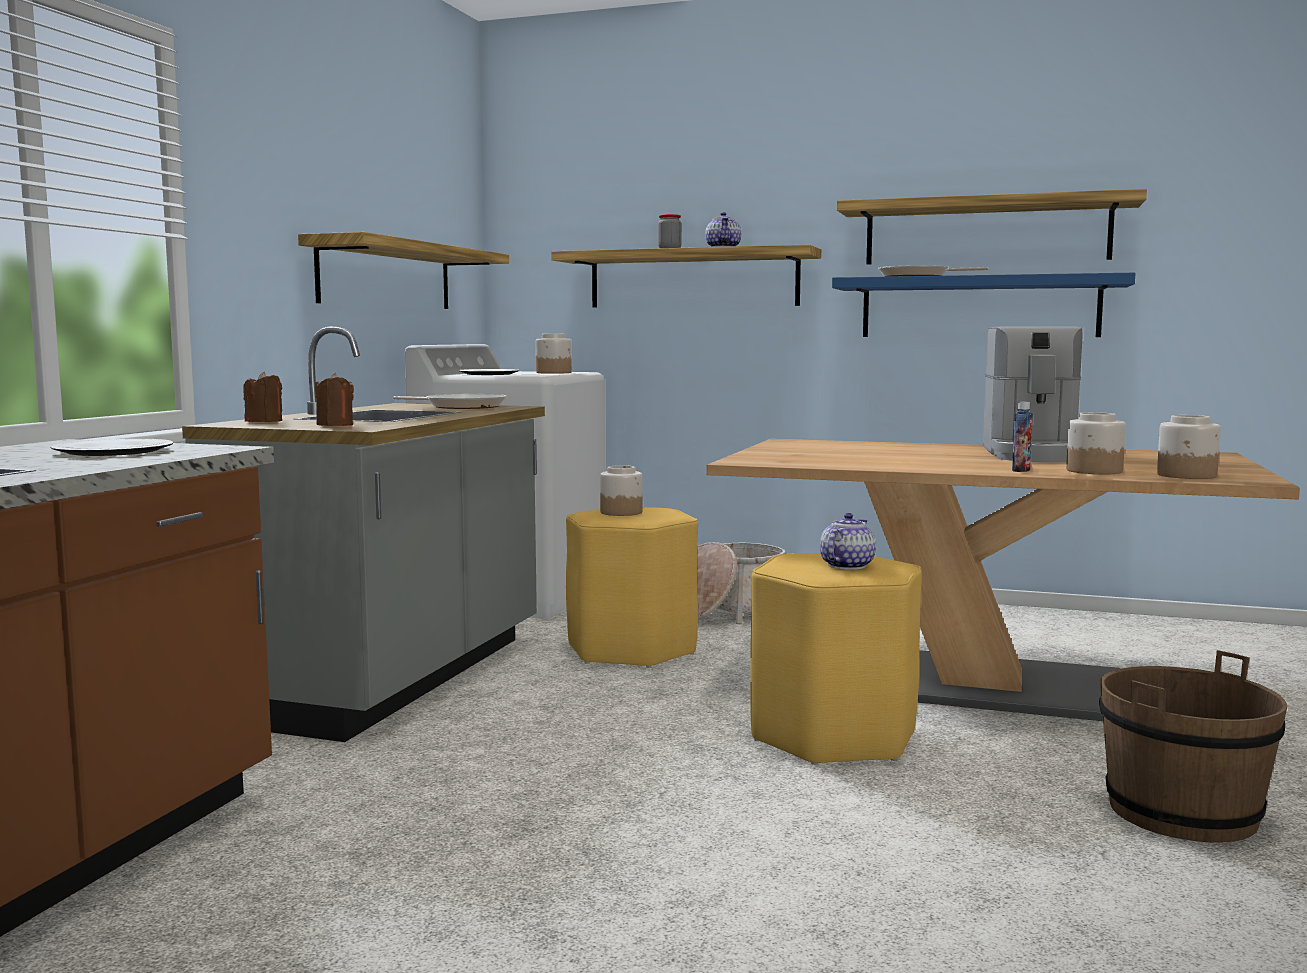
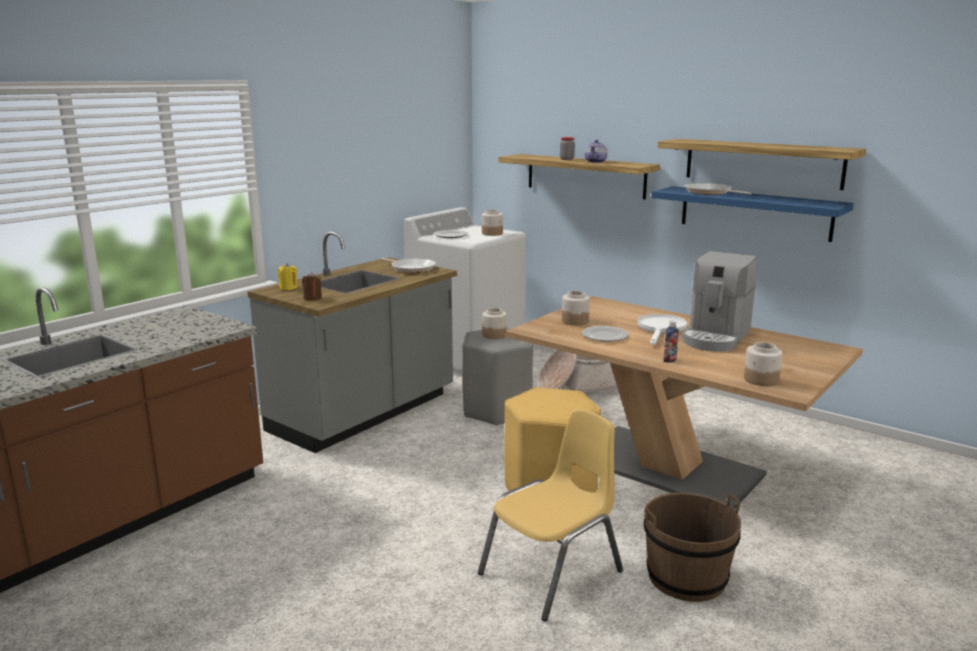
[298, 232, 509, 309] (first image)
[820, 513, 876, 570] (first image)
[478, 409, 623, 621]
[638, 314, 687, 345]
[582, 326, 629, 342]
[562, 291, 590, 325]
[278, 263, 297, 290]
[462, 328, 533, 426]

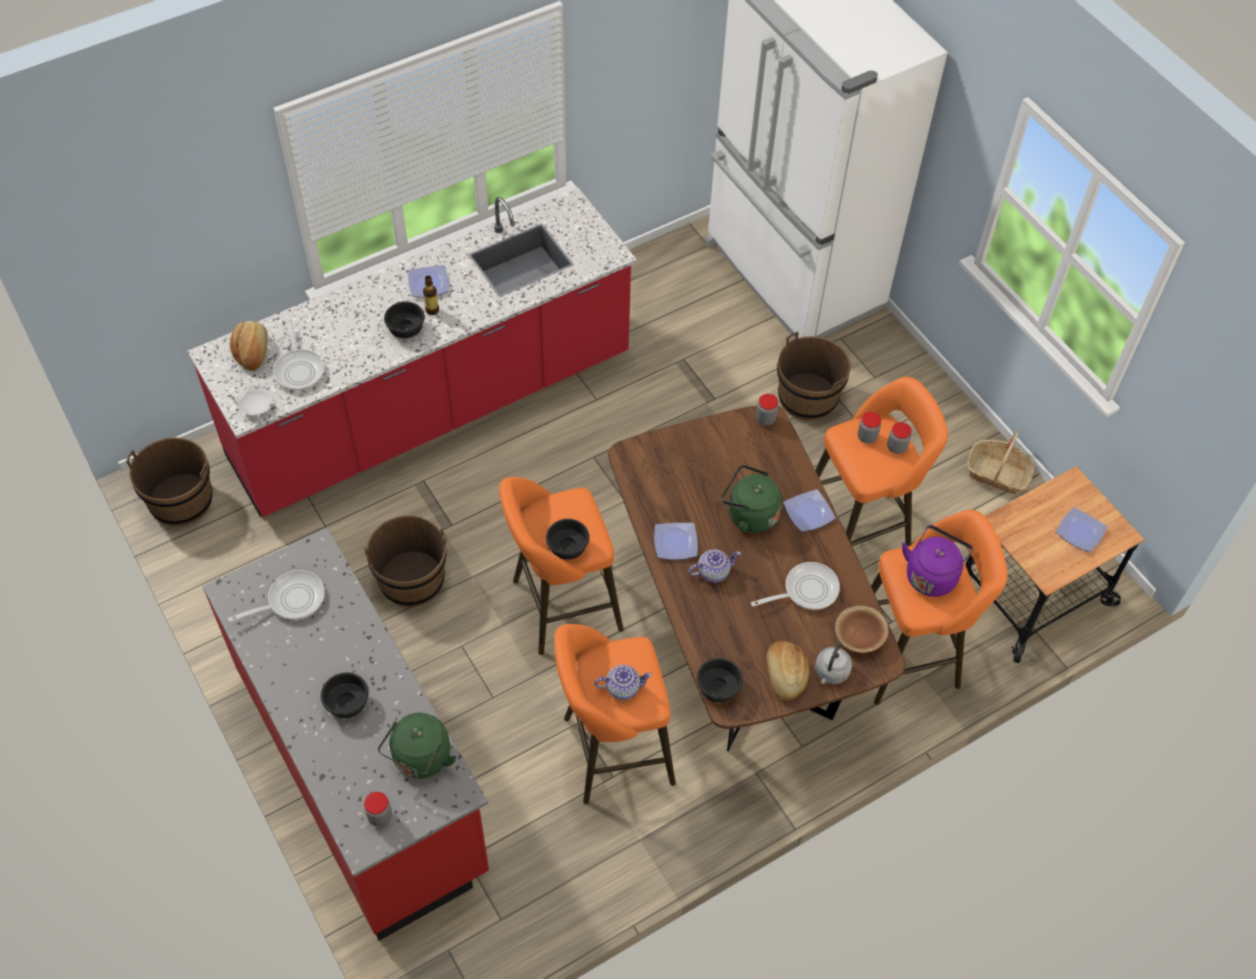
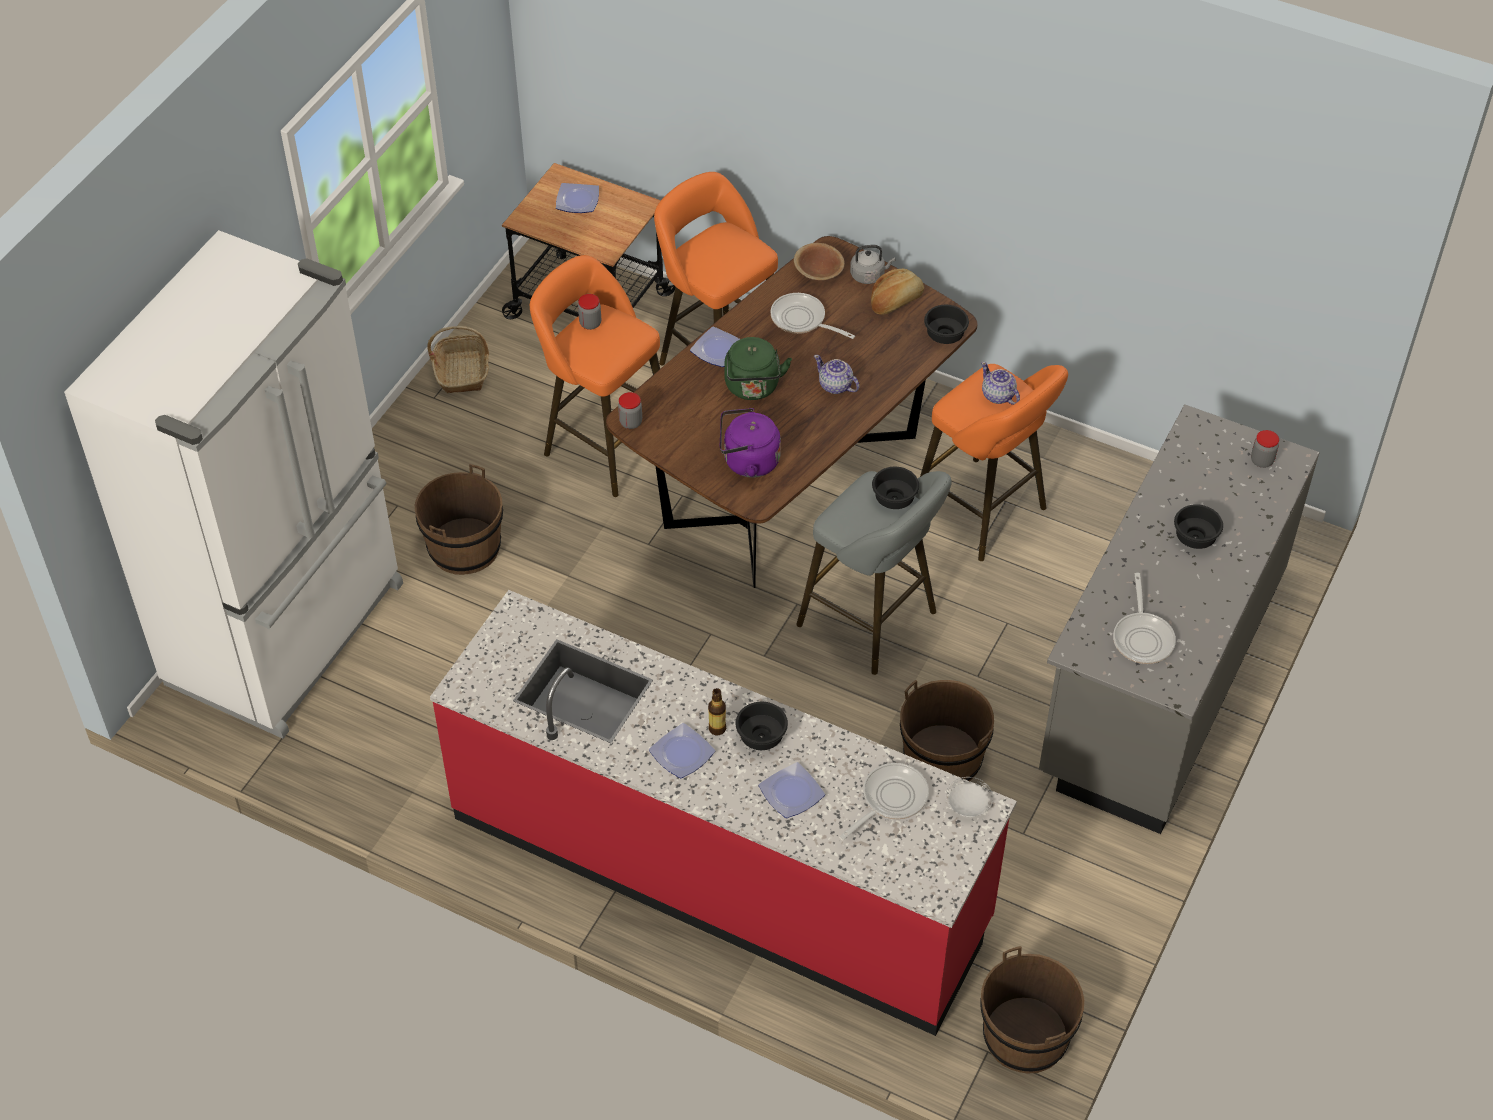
[230, 321, 268, 371] (first image)
[378, 713, 456, 778] (first image)
[858, 412, 881, 444] (first image)
[759, 762, 825, 818]
[720, 408, 781, 478]
[1039, 404, 1319, 834]
[796, 471, 952, 675]
[1113, 573, 1176, 664]

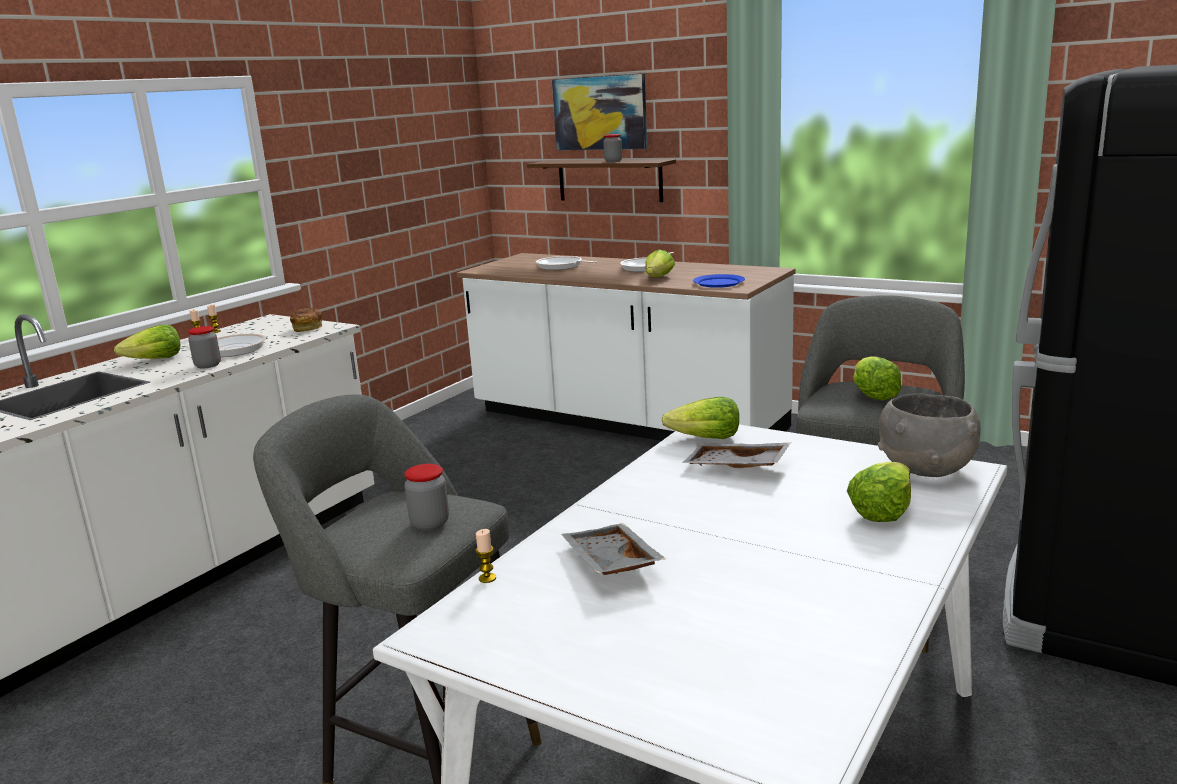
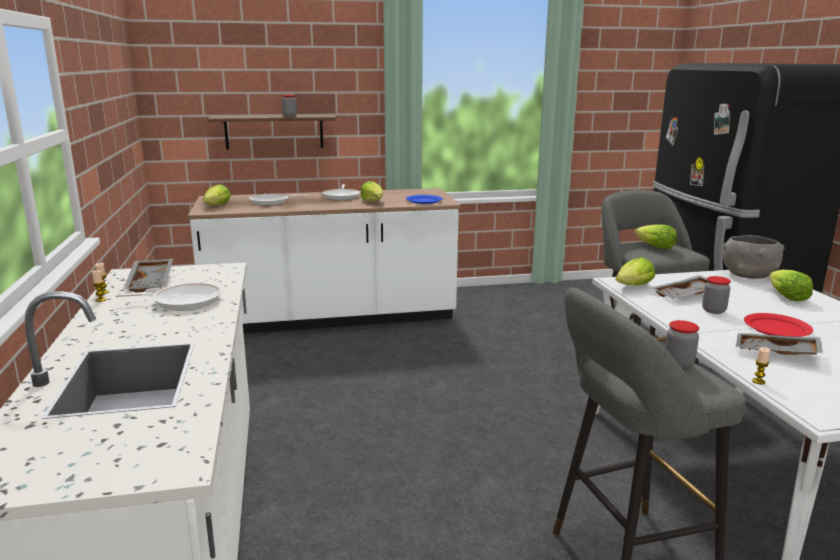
[290, 308, 322, 332] (first image)
[552, 74, 647, 150] (first image)
[123, 259, 173, 293]
[744, 313, 813, 337]
[203, 184, 231, 205]
[702, 276, 731, 314]

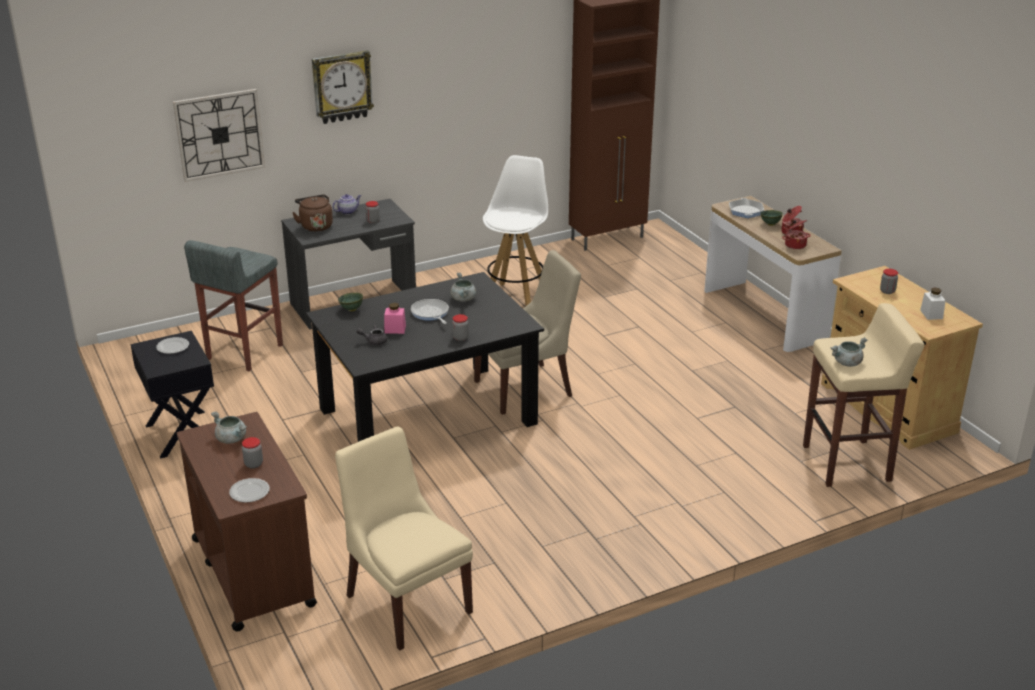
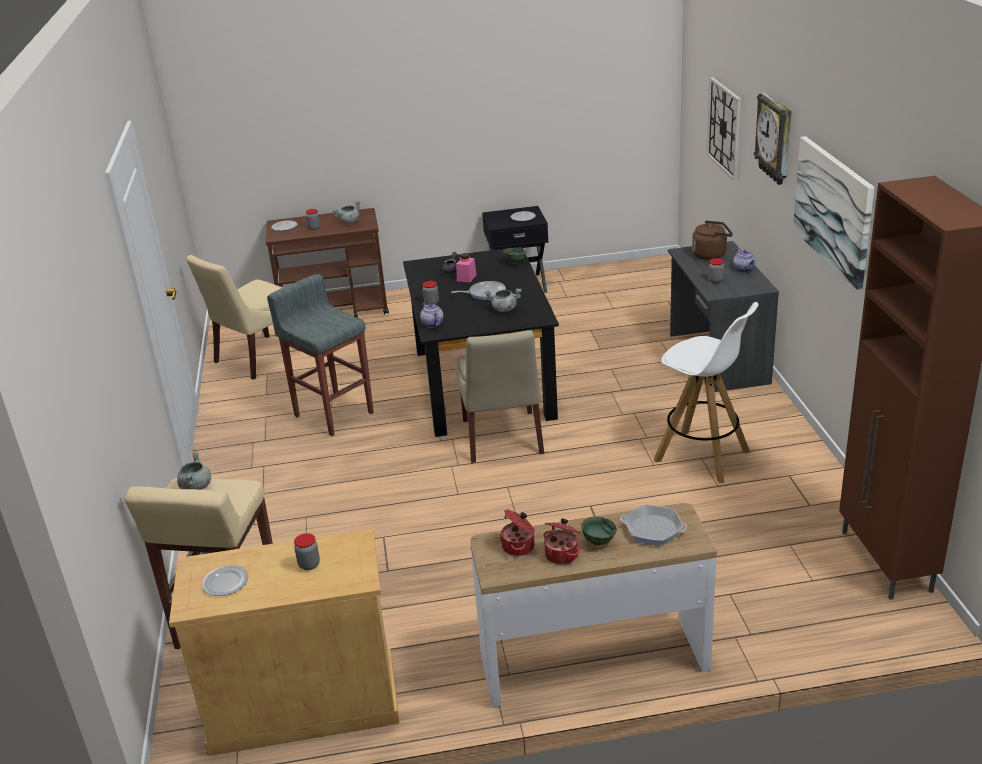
[420, 302, 444, 328]
[793, 136, 874, 290]
[267, 274, 374, 436]
[202, 565, 248, 596]
[186, 255, 283, 380]

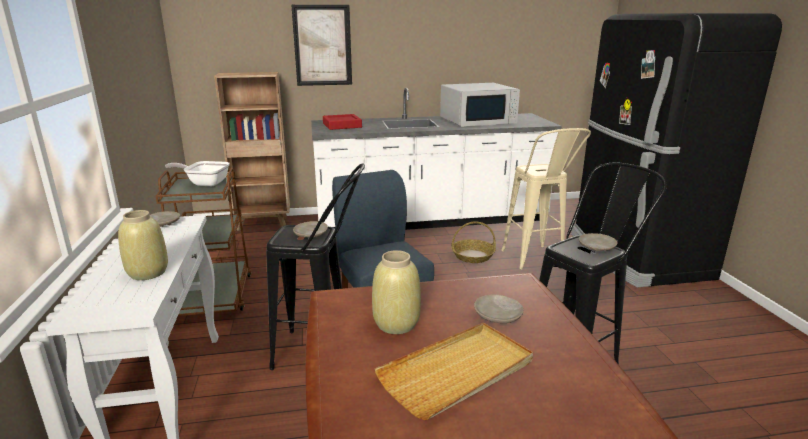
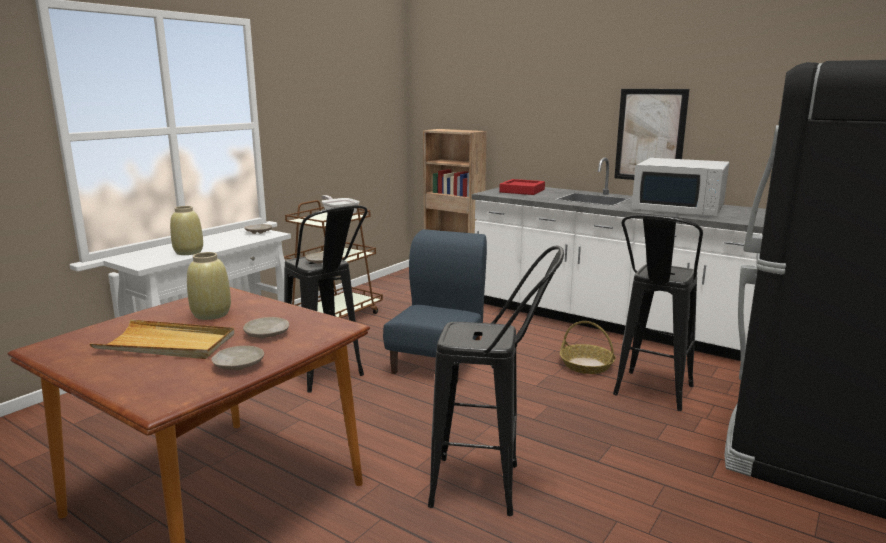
[614, 89, 690, 180]
[211, 346, 264, 370]
[613, 215, 703, 411]

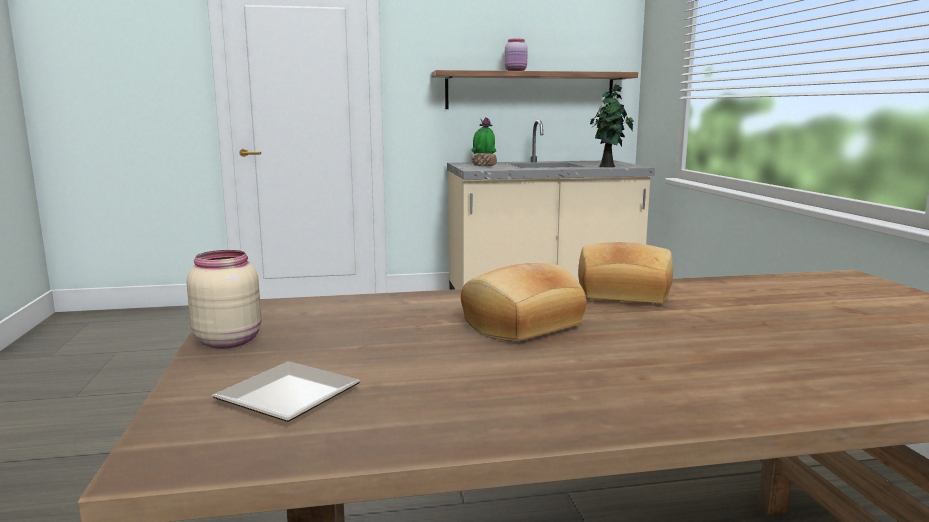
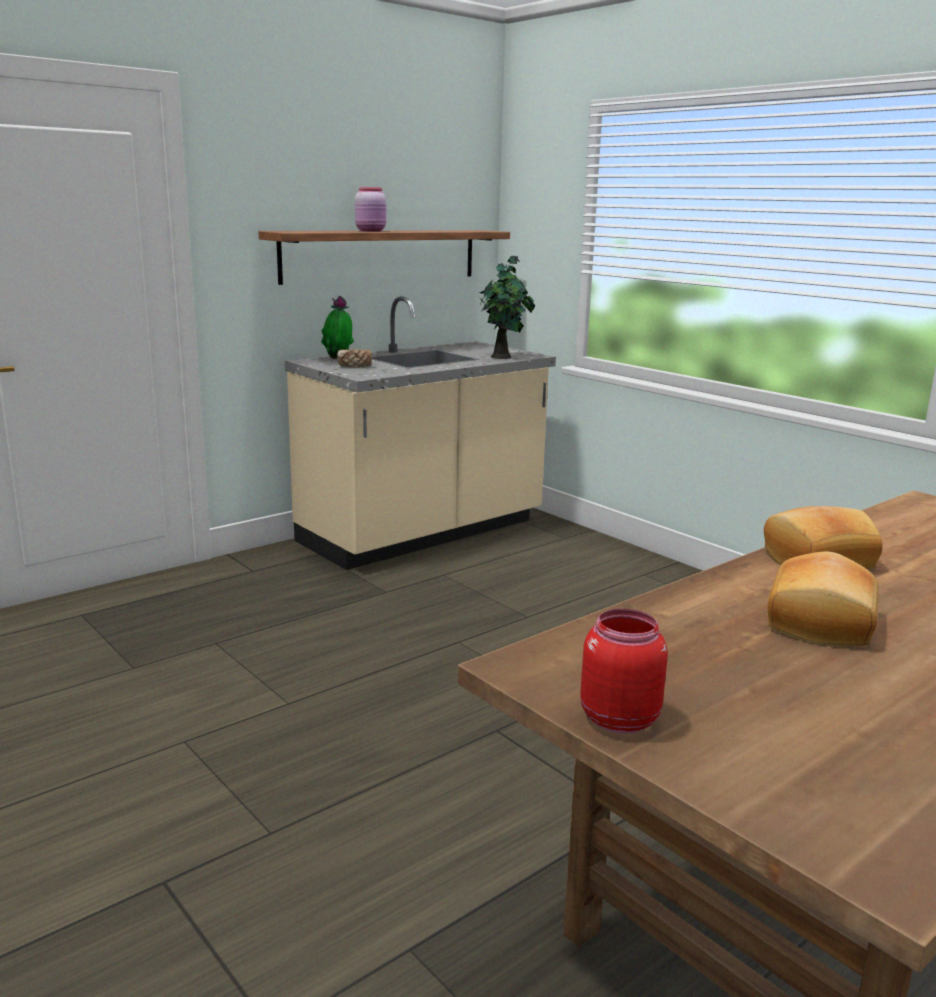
[212, 361, 361, 422] (first image)
[580, 609, 668, 733]

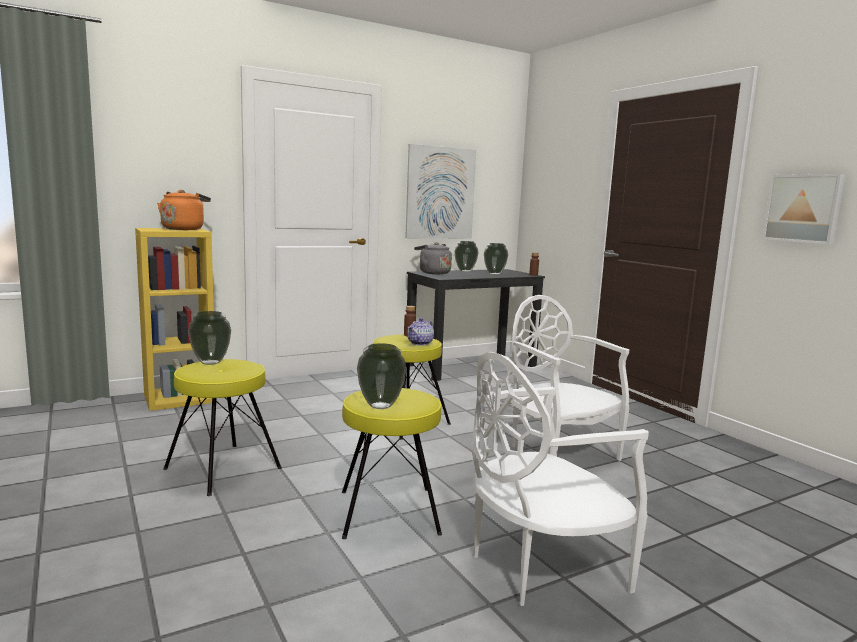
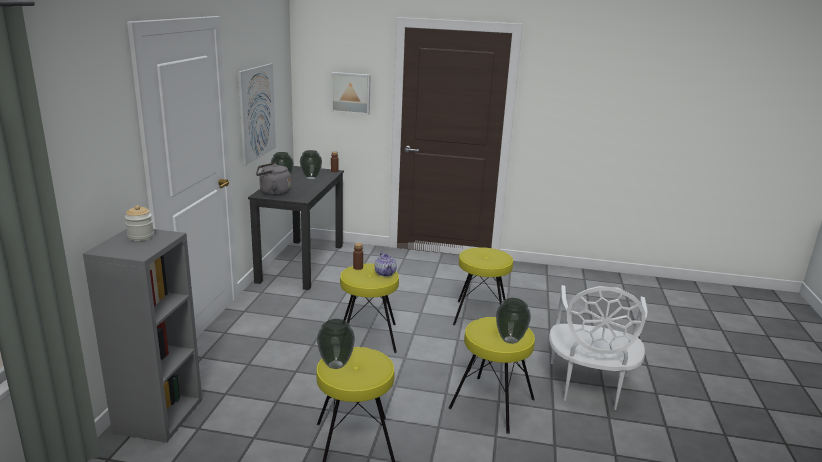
[331, 72, 371, 115]
[125, 205, 154, 241]
[453, 247, 513, 325]
[83, 229, 202, 443]

